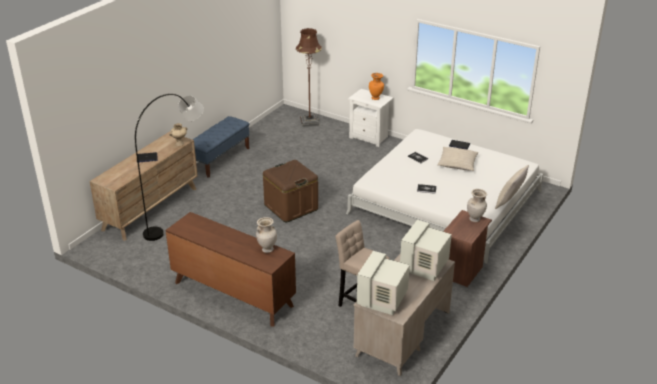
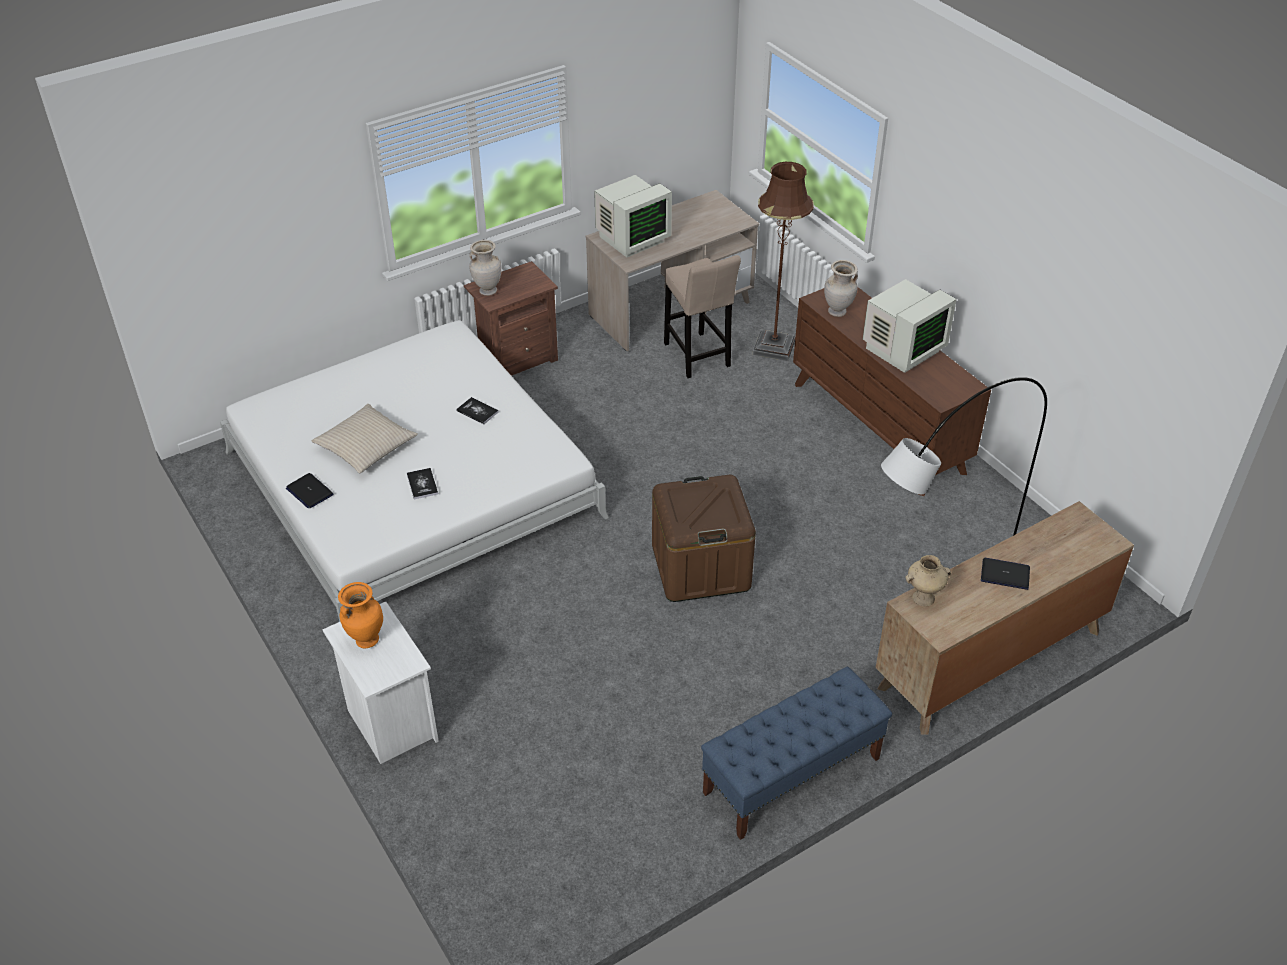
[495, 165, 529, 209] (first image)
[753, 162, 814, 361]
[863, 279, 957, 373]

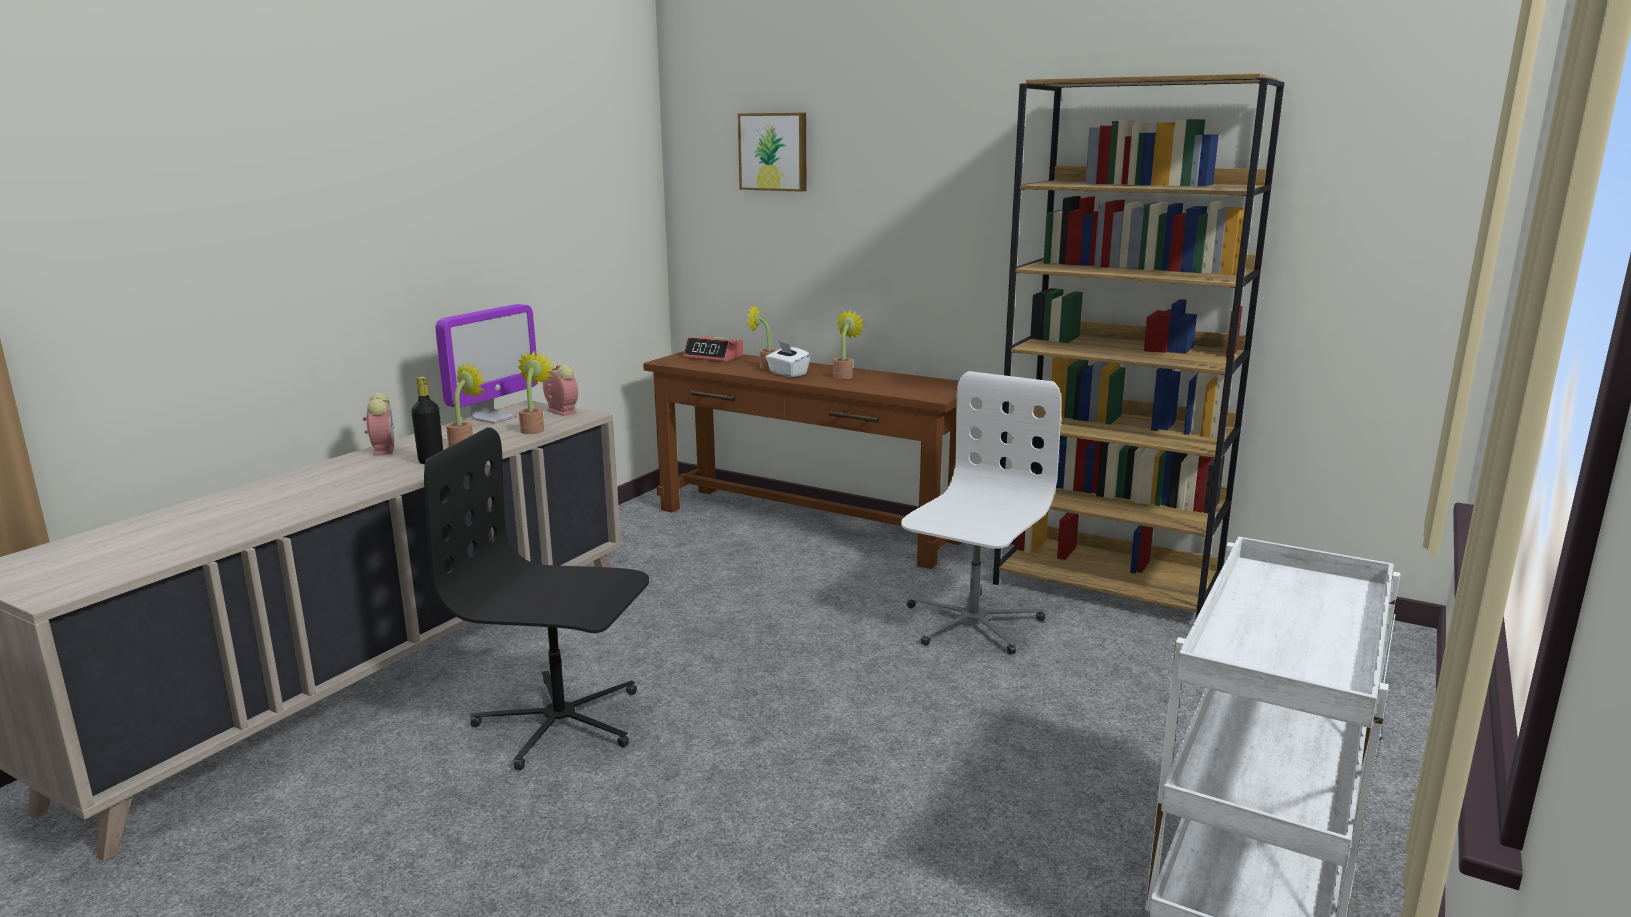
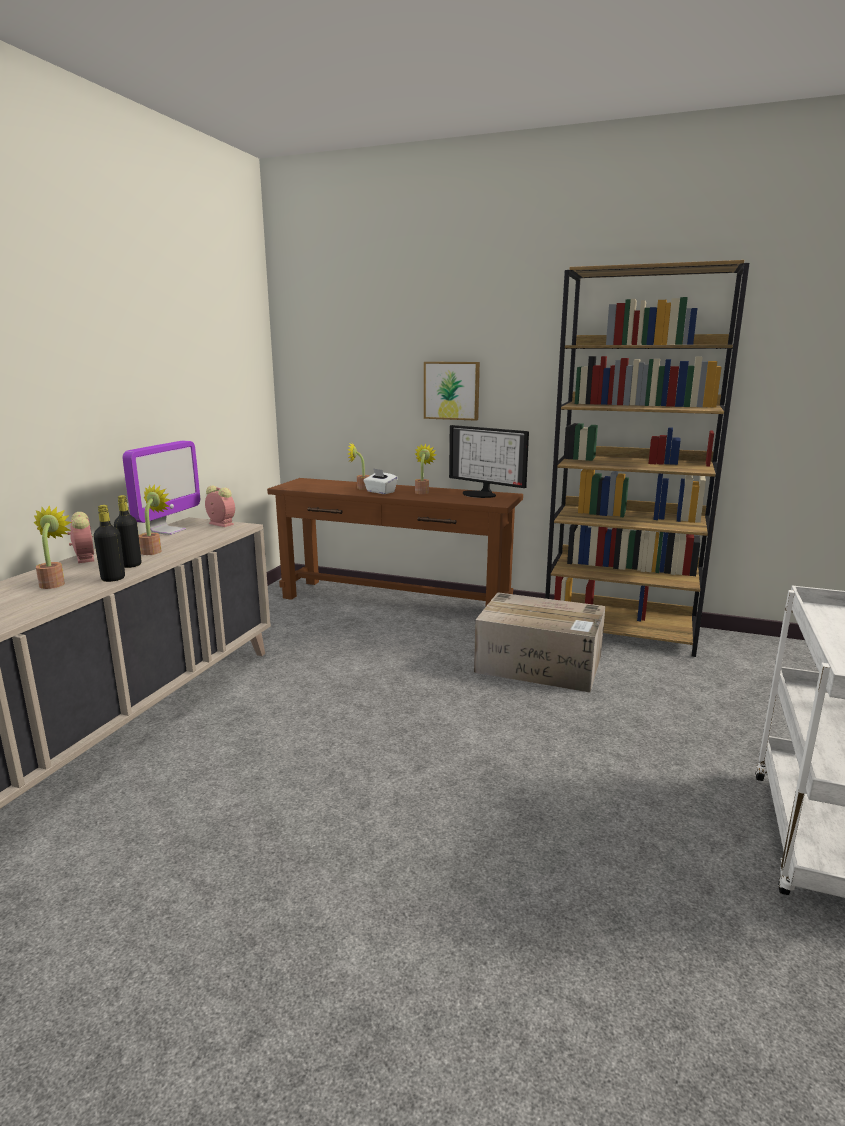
[424, 427, 649, 770] (first image)
[683, 336, 744, 362] (first image)
[93, 505, 125, 582]
[449, 425, 529, 498]
[34, 505, 72, 589]
[424, 362, 480, 421]
[474, 592, 605, 693]

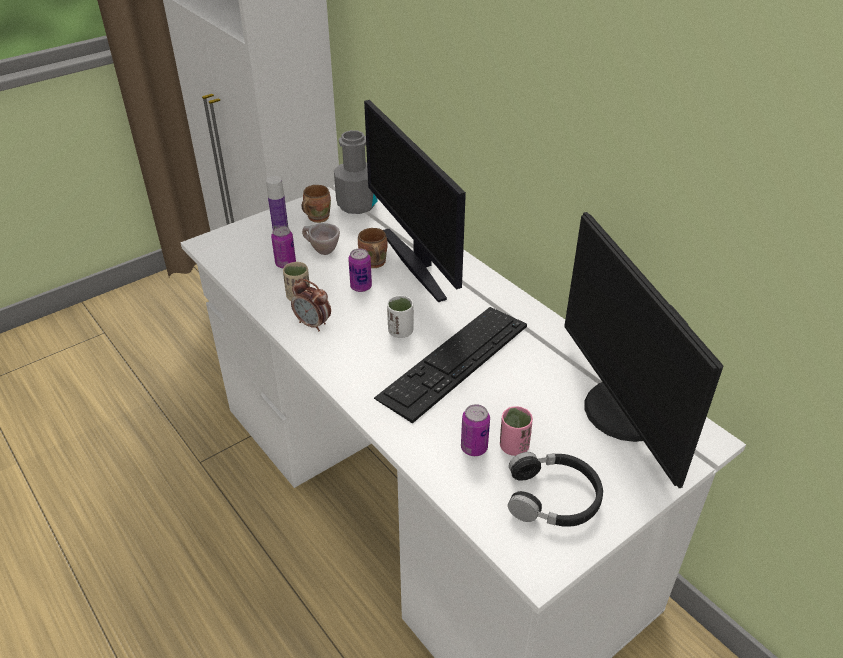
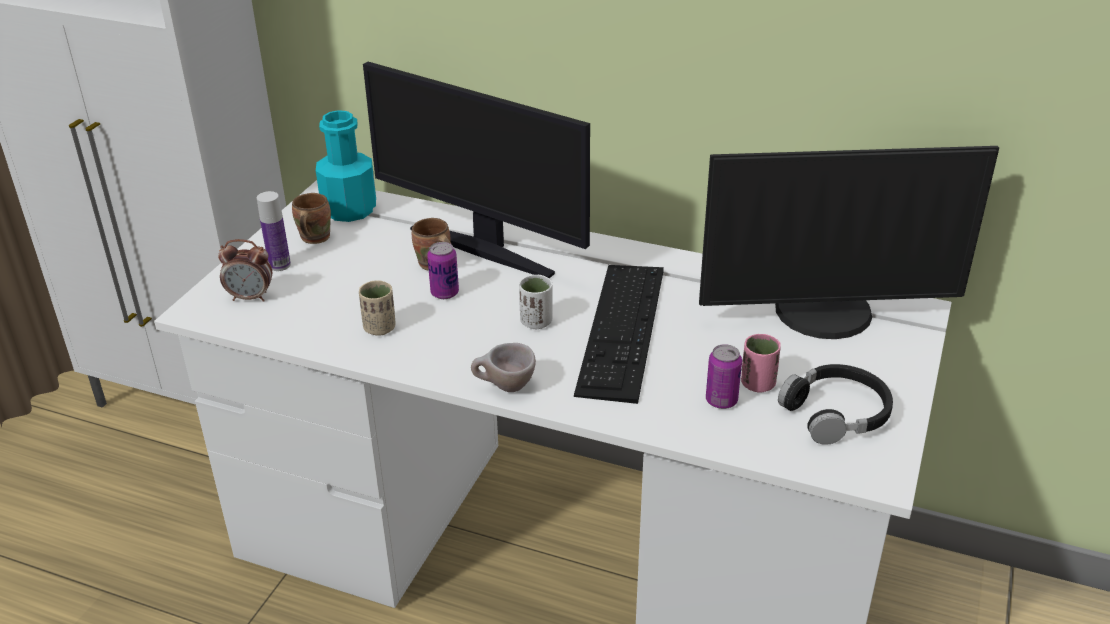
[271, 226, 296, 268] (first image)
[218, 239, 272, 302]
[471, 343, 536, 392]
[316, 110, 376, 222]
[699, 146, 999, 339]

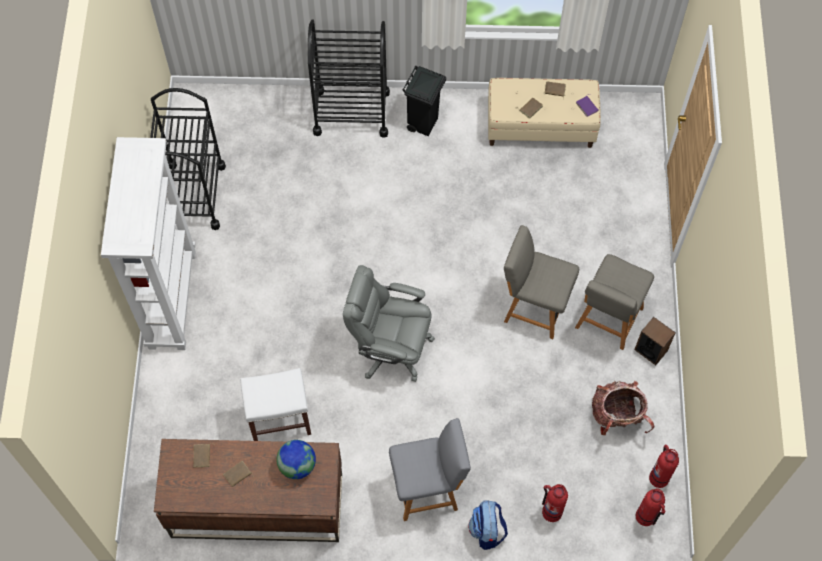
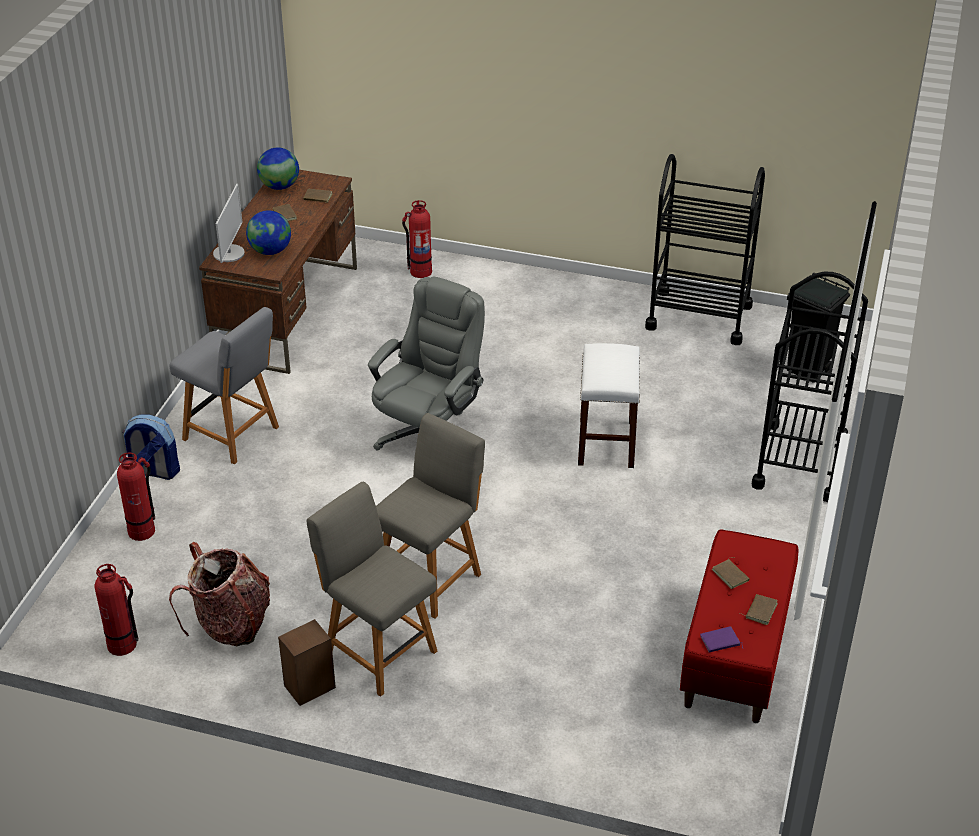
[101, 137, 196, 350] (first image)
[213, 184, 245, 263]
[257, 147, 299, 190]
[578, 343, 640, 468]
[787, 273, 850, 383]
[402, 200, 432, 278]
[680, 529, 798, 723]
[169, 307, 279, 464]

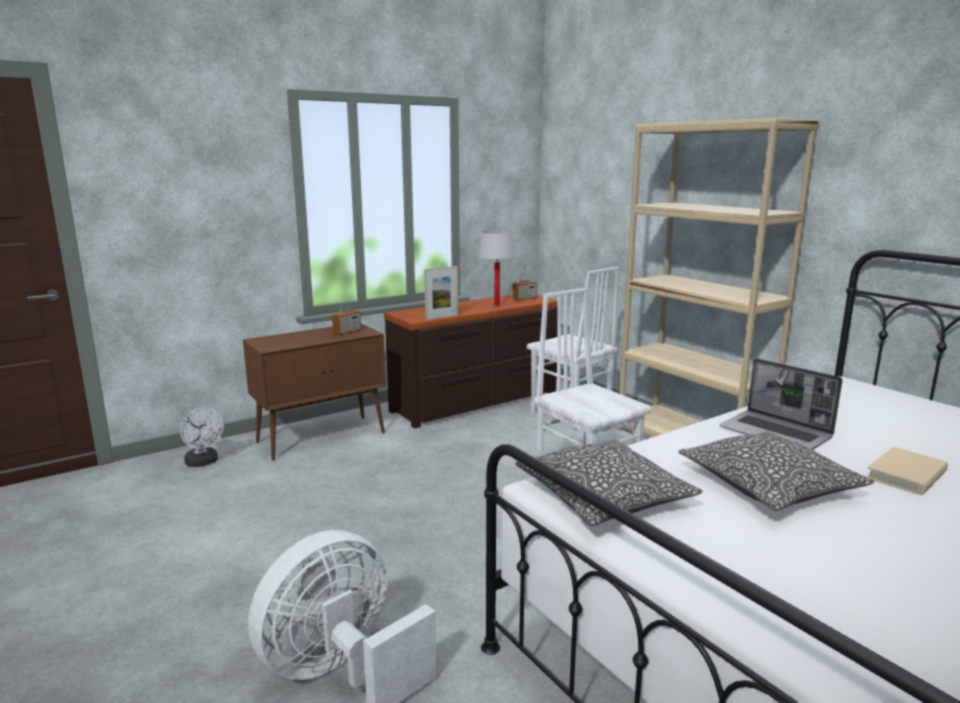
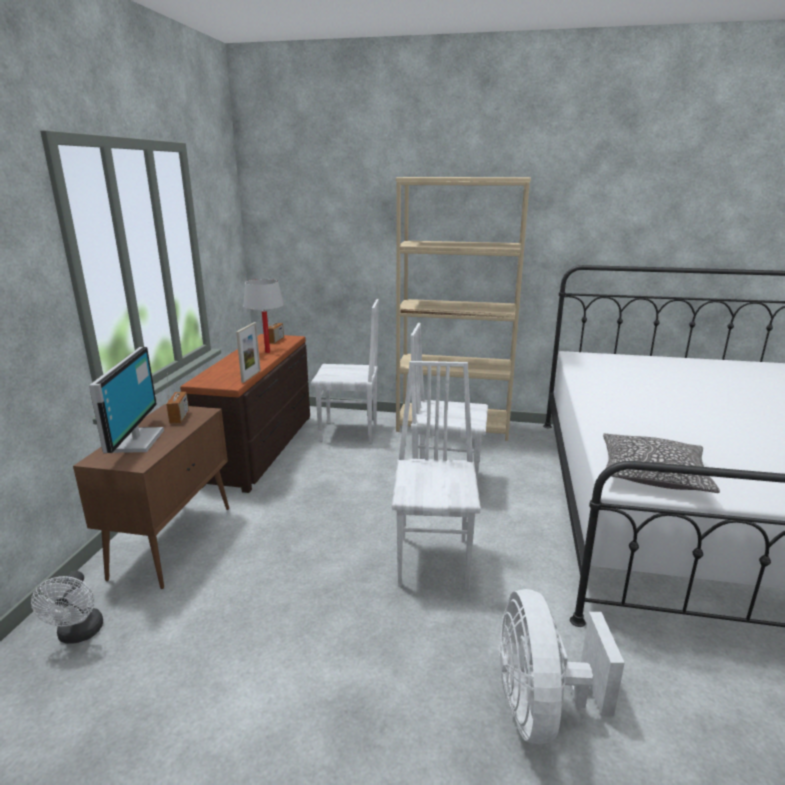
[678, 431, 875, 511] (first image)
[720, 358, 843, 450] (first image)
[866, 447, 948, 495] (first image)
[89, 347, 164, 453]
[392, 361, 481, 590]
[31, 571, 103, 644]

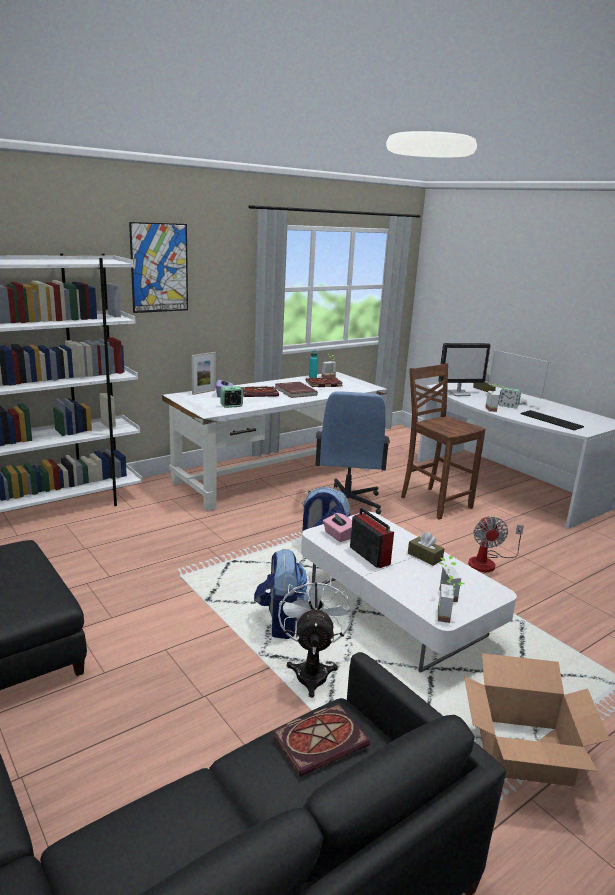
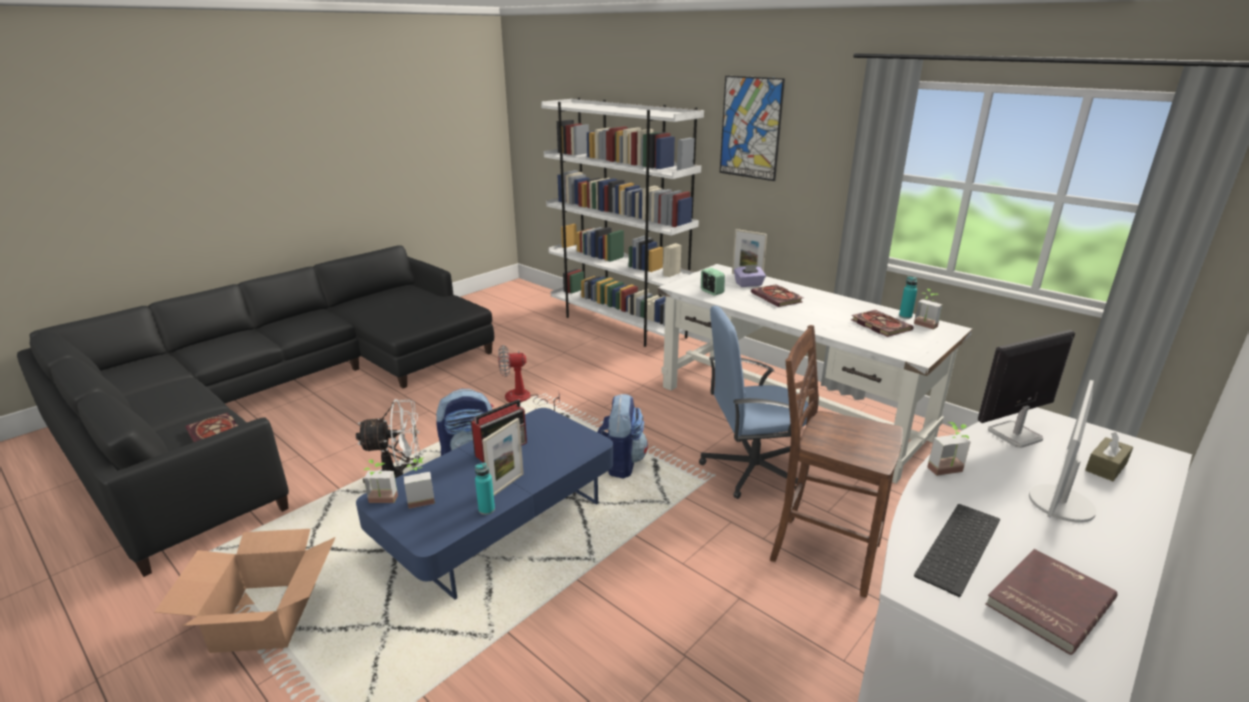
[323, 512, 352, 542] (first image)
[498, 388, 521, 408] (first image)
[475, 463, 495, 515]
[985, 549, 1118, 655]
[498, 345, 560, 411]
[482, 418, 524, 496]
[356, 408, 613, 600]
[770, 325, 903, 598]
[978, 330, 1075, 448]

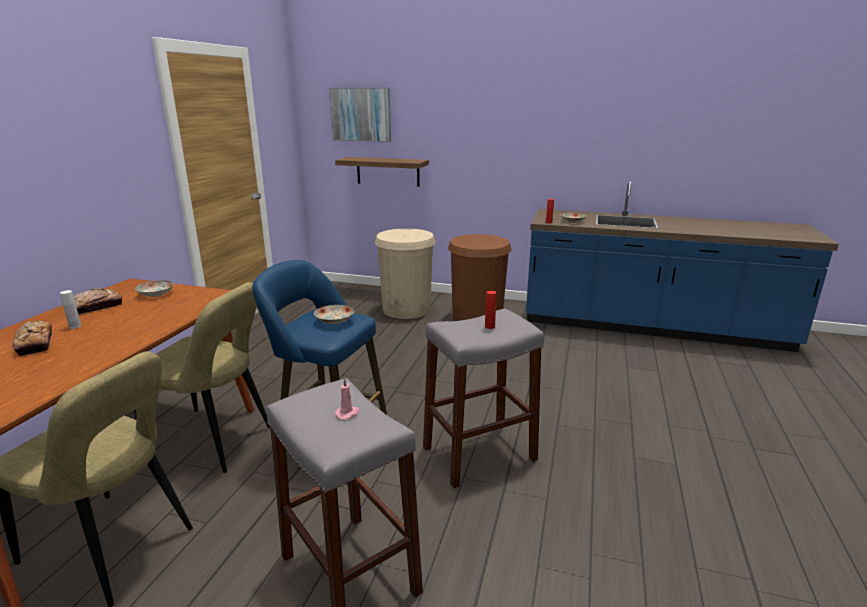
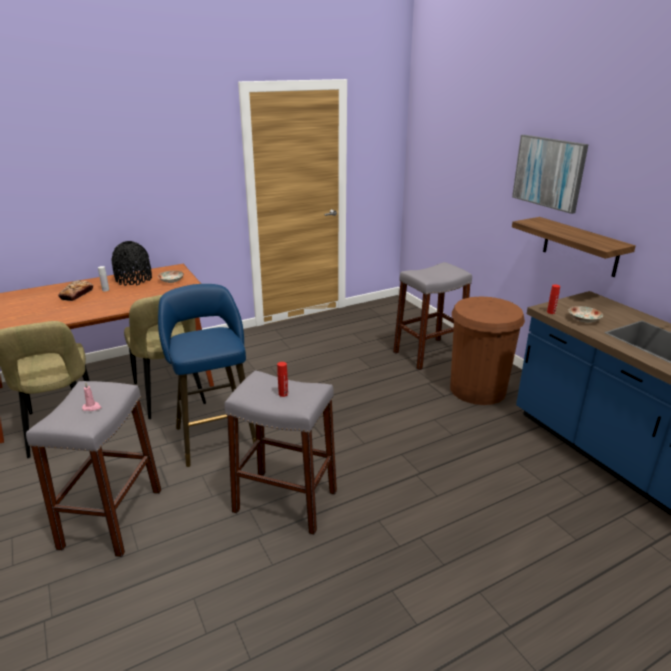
[314, 305, 354, 324] (first image)
[512, 135, 589, 214]
[512, 217, 636, 277]
[111, 241, 152, 286]
[393, 262, 472, 370]

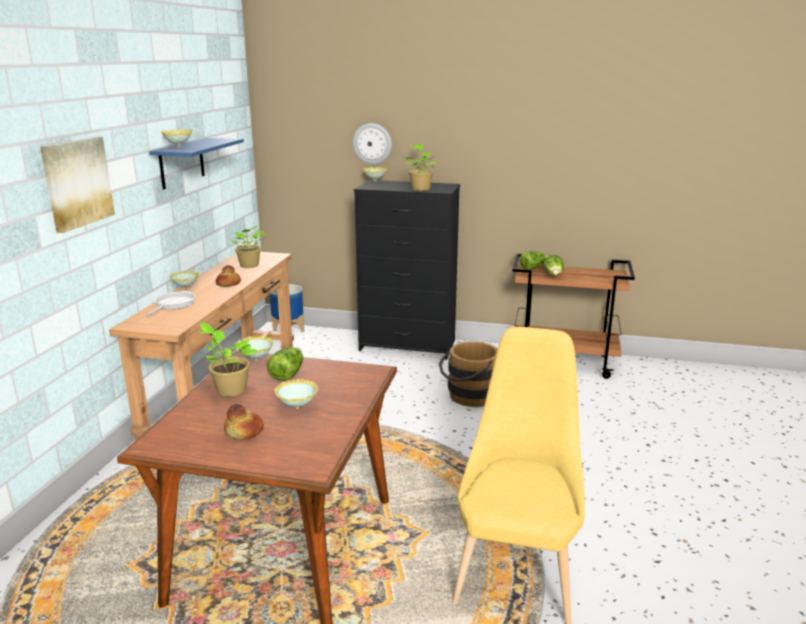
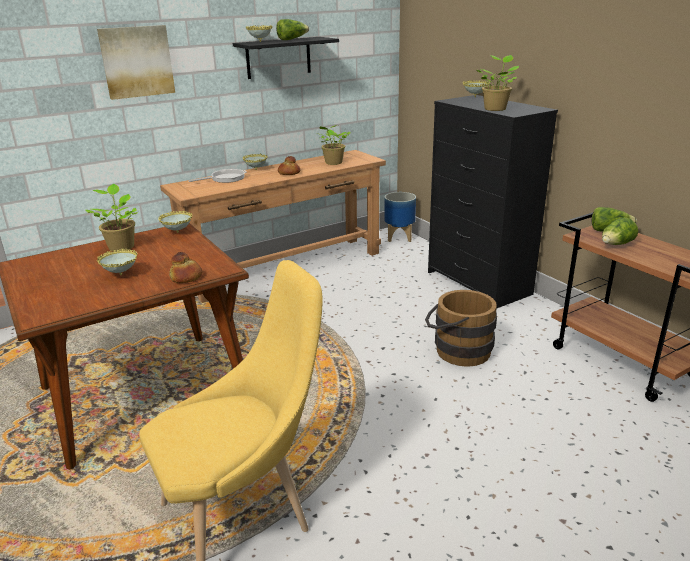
[353, 123, 392, 164] (first image)
[169, 252, 202, 283]
[276, 19, 309, 40]
[233, 37, 339, 79]

